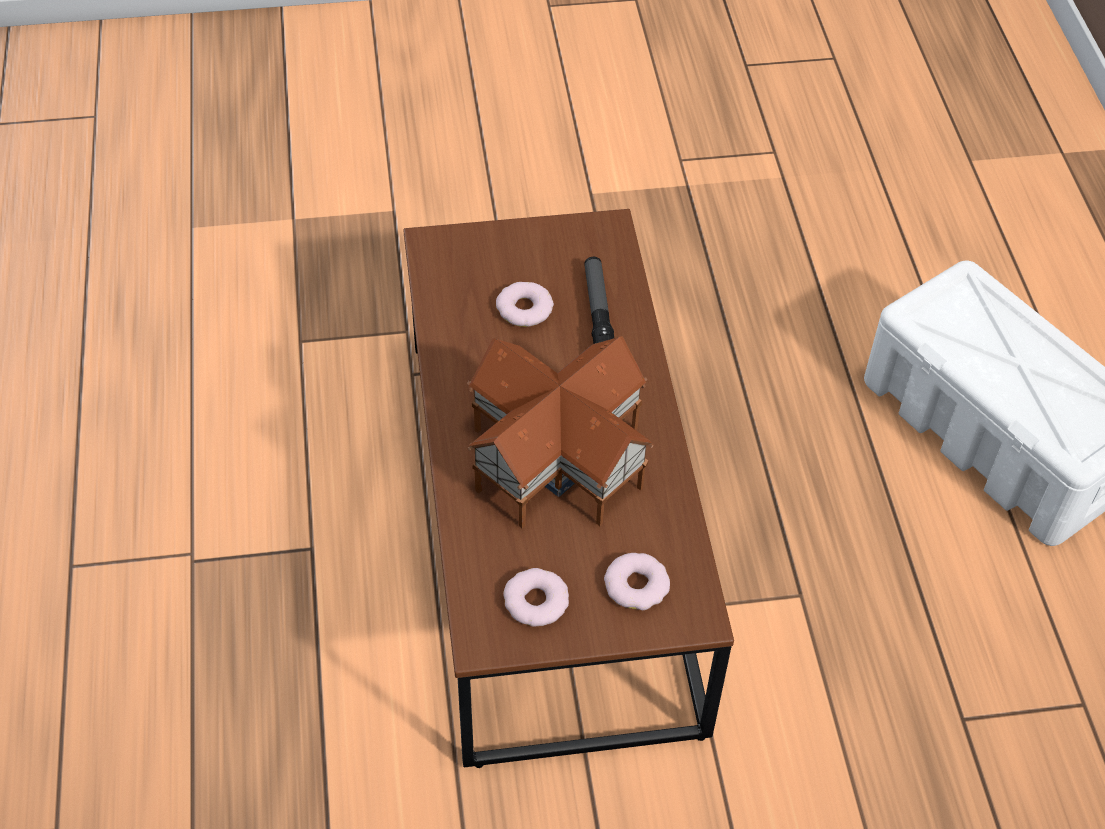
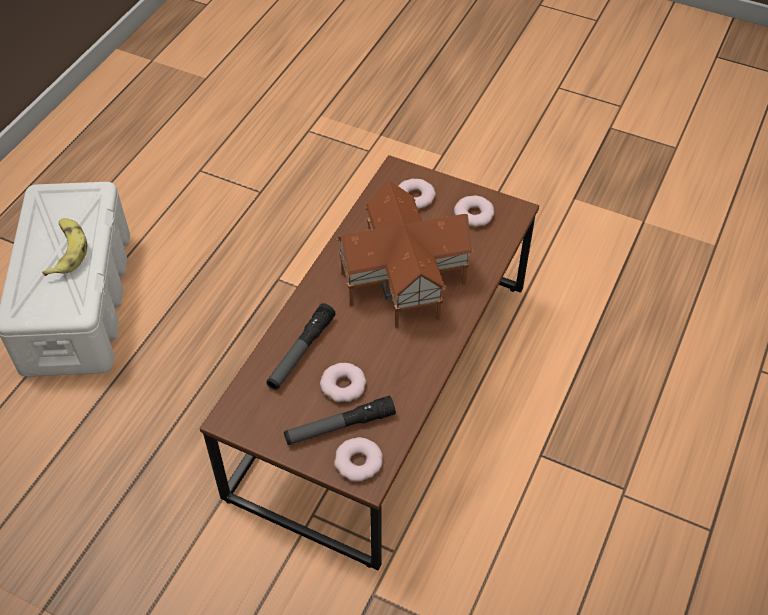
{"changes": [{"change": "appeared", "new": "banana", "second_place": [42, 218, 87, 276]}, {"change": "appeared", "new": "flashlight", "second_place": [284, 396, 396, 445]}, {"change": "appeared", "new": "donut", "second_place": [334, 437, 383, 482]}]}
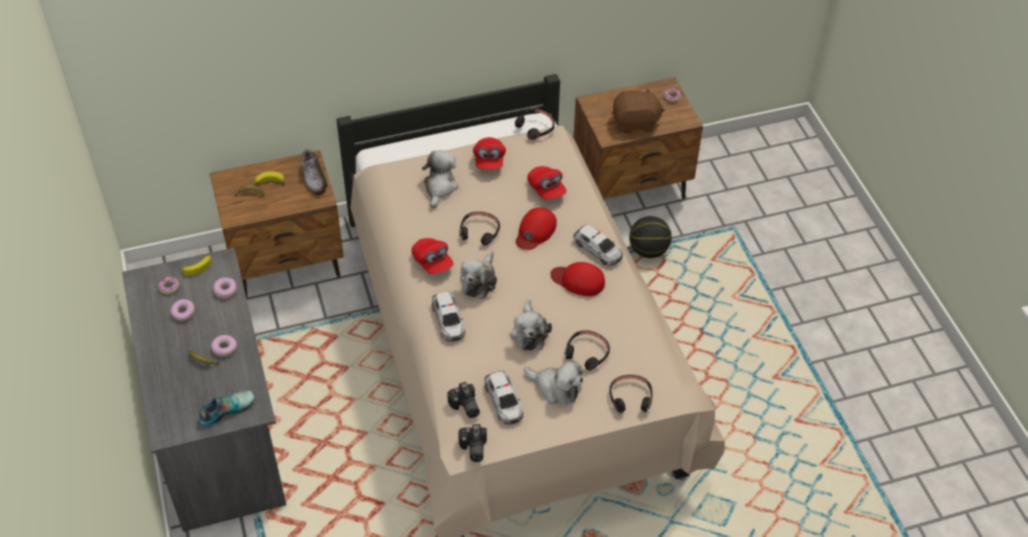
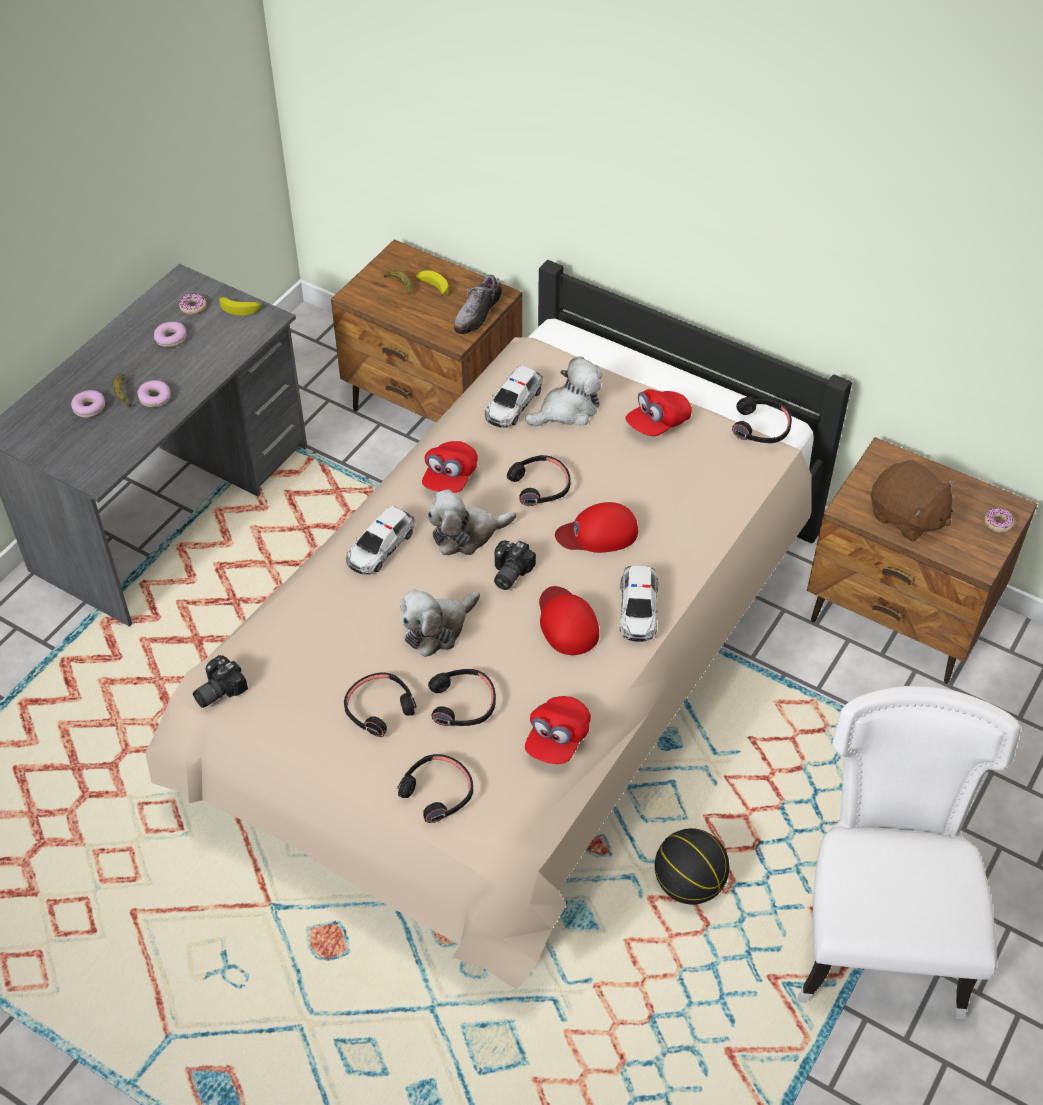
{"changes": [{"change": "relocated", "old": "red cap", "first_place": [527, 166, 567, 199], "second_place": [525, 696, 591, 764]}, {"change": "relocated", "old": "basketball", "first_place": [629, 216, 672, 258], "second_place": [655, 828, 729, 905]}, {"change": "relocated", "old": "donut", "first_place": [213, 277, 237, 298], "second_place": [71, 390, 105, 418]}, {"change": "exchanged", "old": "plush toy", "new": "black headphones", "first_place": [524, 360, 584, 404], "second_place": [344, 673, 416, 737]}, {"change": "relocated", "old": "toy car", "first_place": [484, 371, 524, 425], "second_place": [485, 366, 543, 428]}, {"change": "relocated", "old": "photo camera", "first_place": [447, 382, 480, 418], "second_place": [494, 541, 536, 590]}, {"change": "missing", "old": "shoe", "first_place": [198, 391, 255, 426]}, {"change": "appeared", "new": "white chair", "second_place": [798, 686, 1021, 1019]}]}
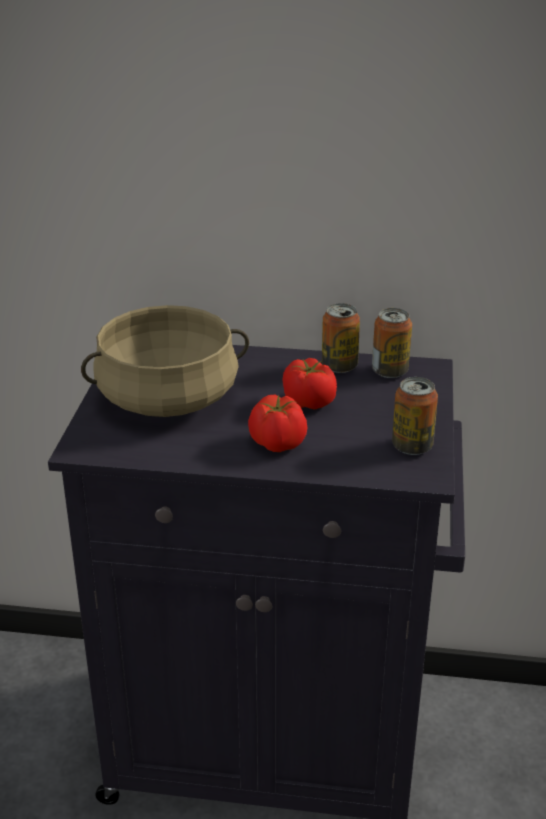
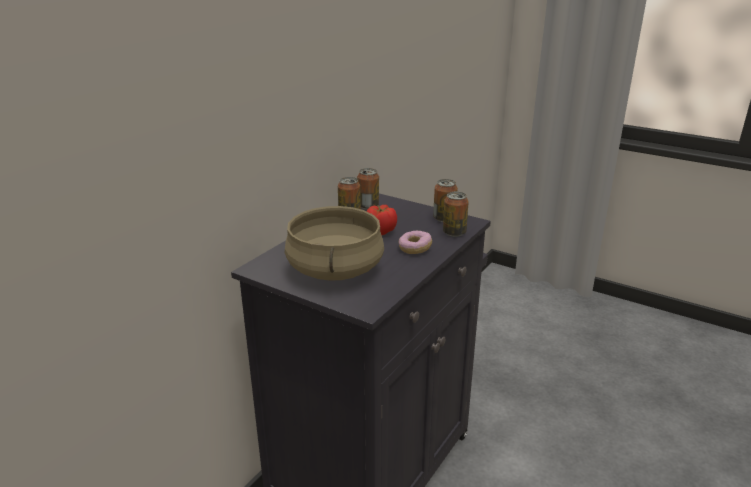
{"changes": [{"change": "exchanged", "old": "tomato", "new": "donut", "first_place": [248, 395, 307, 452], "second_place": [399, 231, 432, 254]}, {"change": "appeared", "new": "can", "second_place": [443, 192, 469, 237]}]}
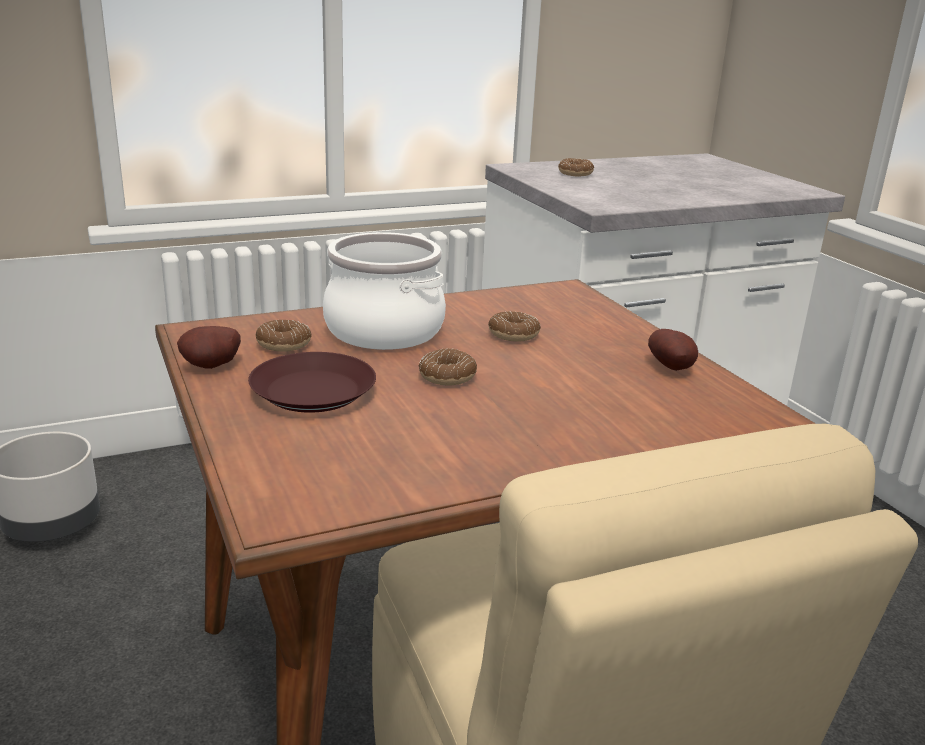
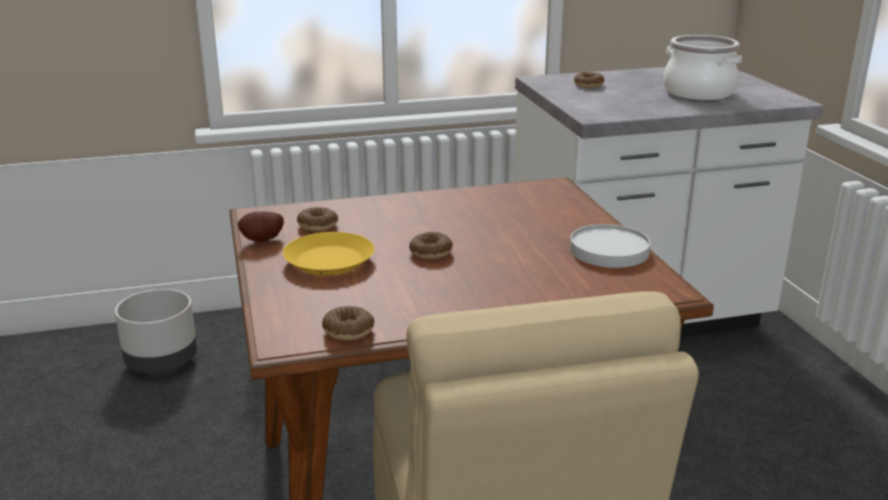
{"changes": [{"change": "relocated", "old": "cooking pot", "first_place": [323, 232, 446, 350], "second_place": [663, 35, 742, 100]}, {"change": "relocated", "old": "donut", "first_place": [488, 311, 541, 342], "second_place": [322, 306, 374, 340]}, {"change": "exchanged", "old": "potato", "new": "white plate", "first_place": [648, 329, 698, 371], "second_place": [570, 224, 651, 268]}, {"change": "colour", "old": "brown plate", "new": "yellow plate", "first_place": [248, 352, 376, 413], "second_place": [283, 232, 375, 275]}]}
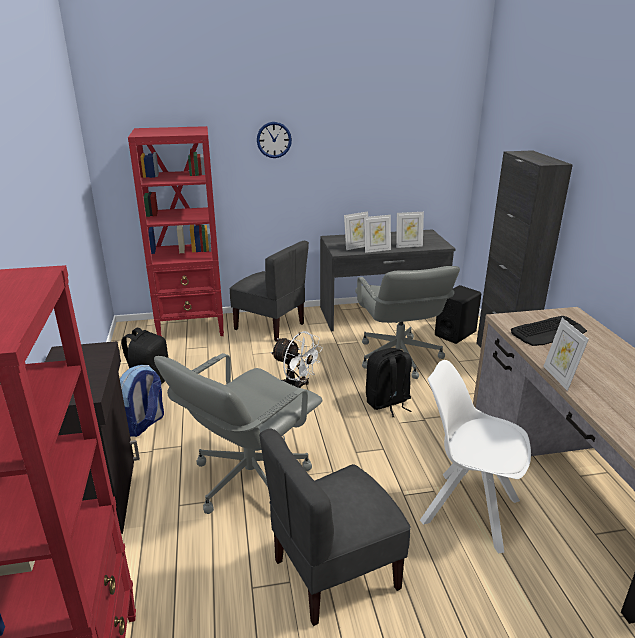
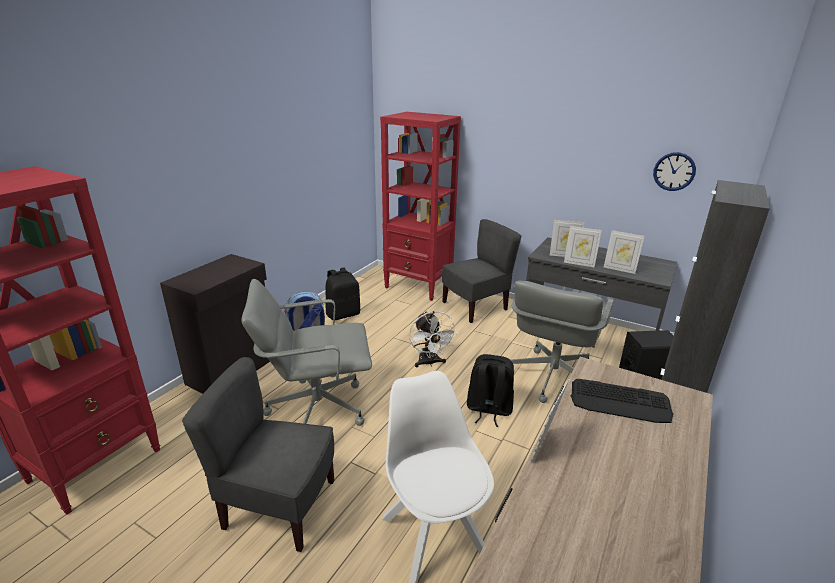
{"changes": [{"change": "relocated", "old": "wall clock", "first_place": [257, 122, 292, 158], "second_place": [653, 152, 696, 191]}, {"change": "spun", "old": "grey chair", "first_place": [229, 241, 309, 342], "second_place": [442, 219, 521, 323], "degrees": -105}]}
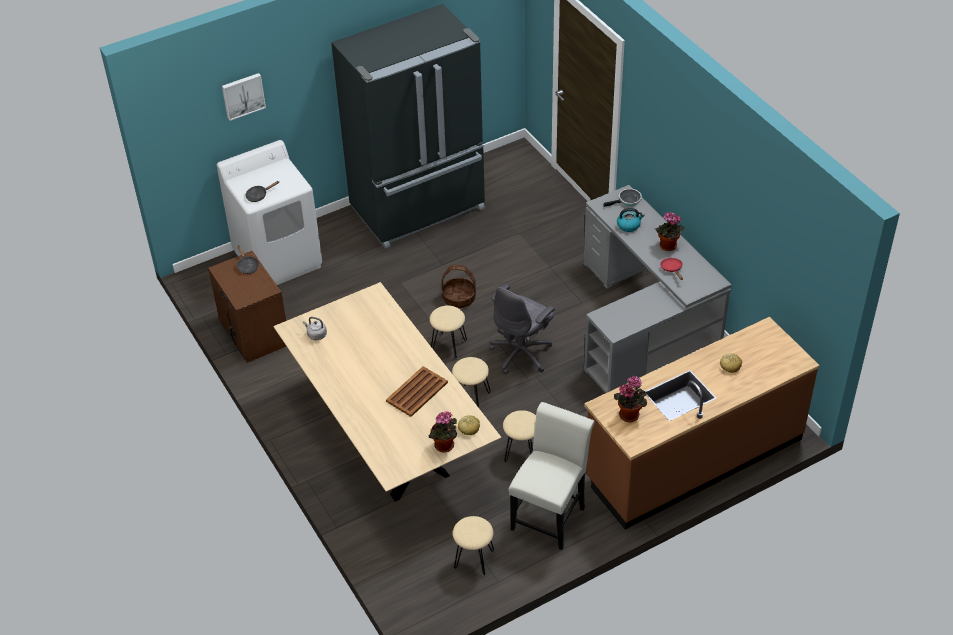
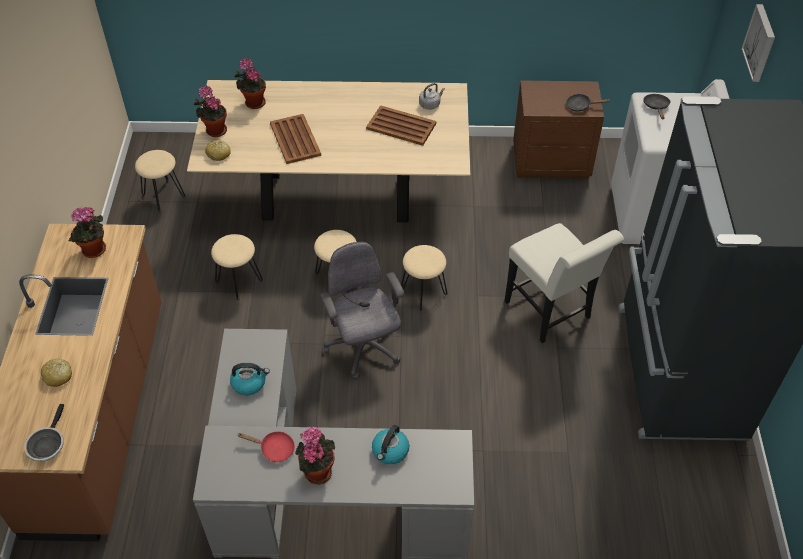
{"changes": [{"change": "relocated", "old": "frying pan", "first_place": [603, 189, 642, 207], "second_place": [24, 404, 64, 462]}, {"change": "missing", "old": "basket", "first_place": [441, 265, 476, 308]}, {"change": "relocated", "old": "white chair", "first_place": [508, 402, 595, 550], "second_place": [504, 223, 624, 343]}, {"change": "appeared", "new": "potted plant", "second_place": [234, 58, 266, 109]}, {"change": "appeared", "new": "brown tray", "second_place": [366, 105, 436, 146]}, {"change": "appeared", "new": "kettle", "second_place": [230, 363, 270, 395]}]}
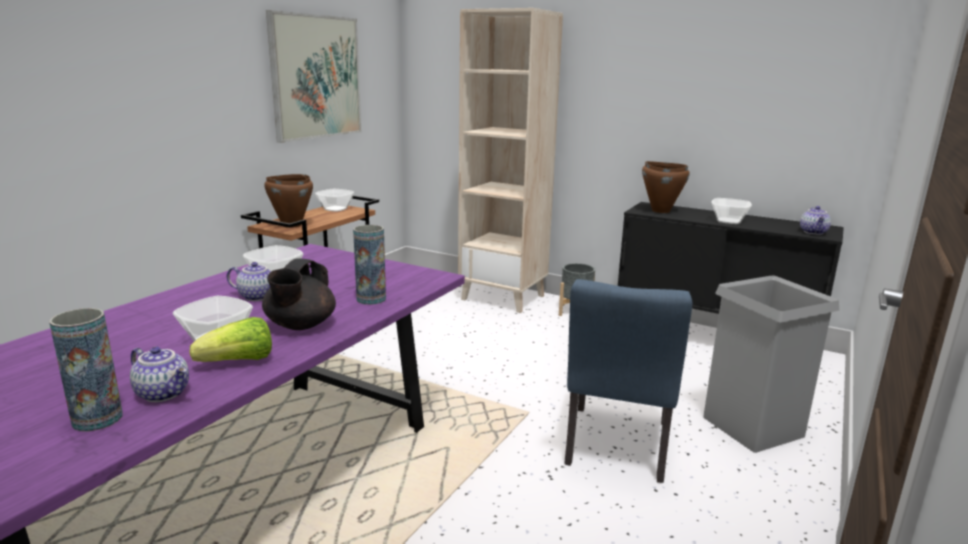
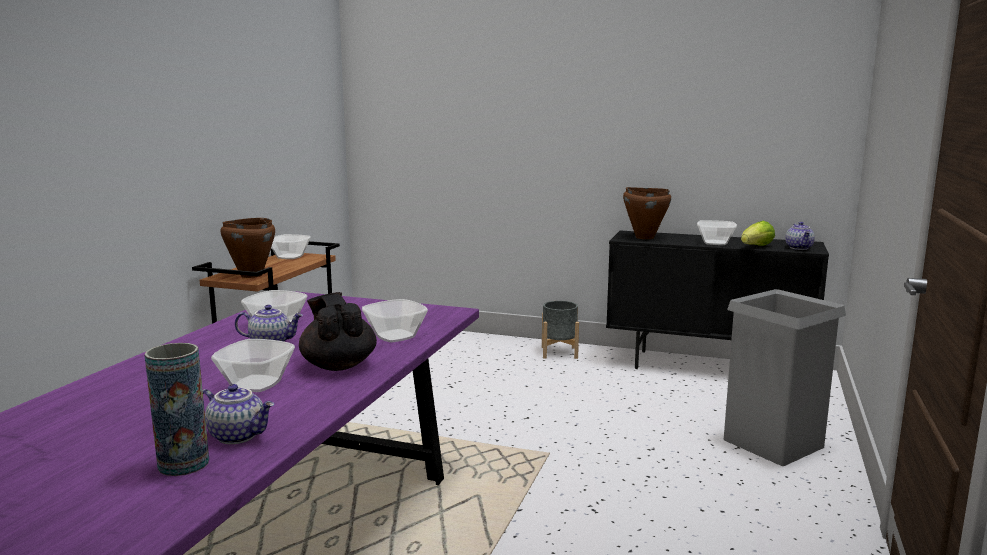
{"changes": [{"change": "missing", "old": "beige bookcase", "first_place": [458, 8, 563, 313]}, {"change": "missing", "old": "picture", "first_place": [266, 10, 361, 143]}, {"change": "exchanged", "old": "vase", "new": "bowl", "first_place": [353, 225, 386, 305], "second_place": [362, 299, 428, 342]}, {"change": "spun", "old": "black teapot", "first_place": [262, 258, 336, 330], "second_place": [299, 292, 377, 371], "degrees": 150}, {"change": "missing", "old": "blue chair", "first_place": [564, 279, 692, 483]}, {"change": "relocated", "old": "lettuce", "first_place": [189, 317, 272, 362], "second_place": [741, 221, 775, 246]}]}
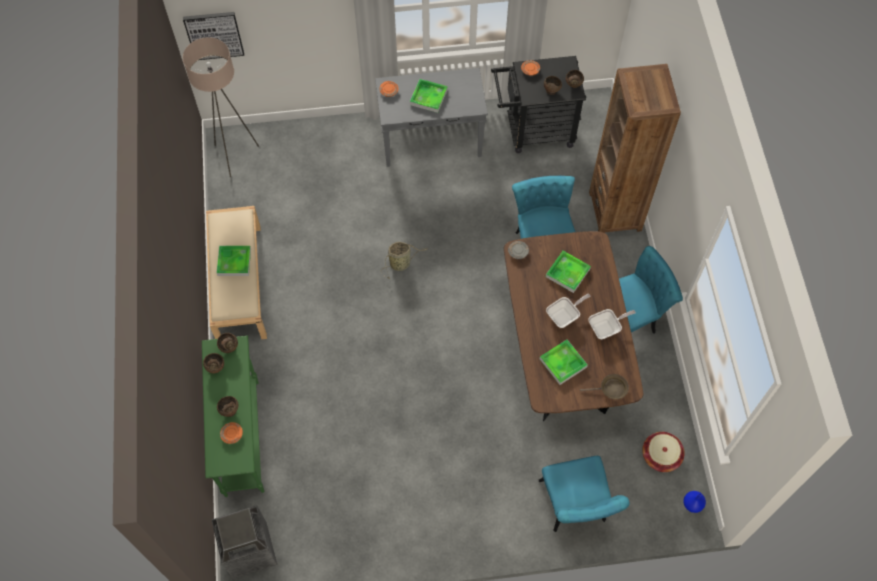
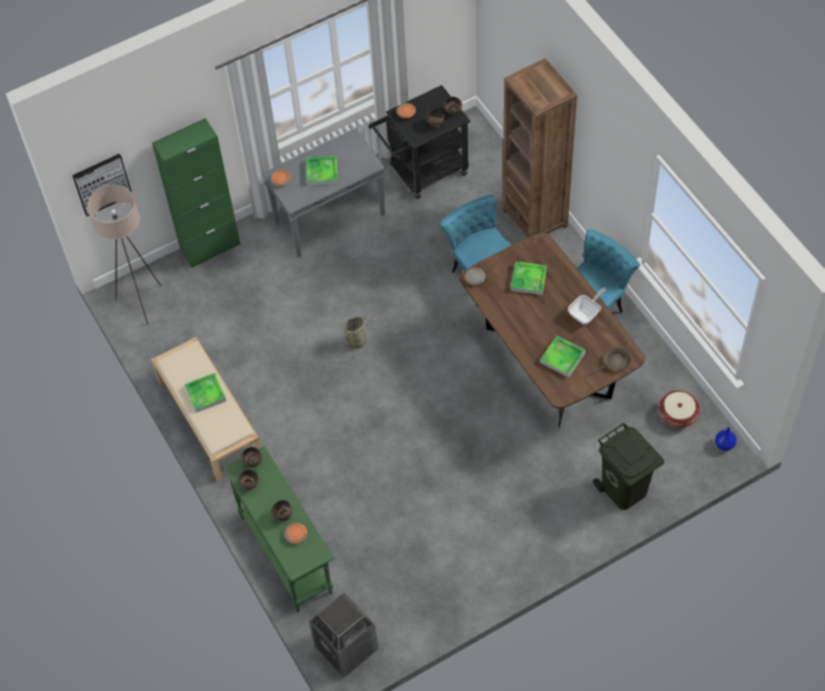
{"changes": [{"change": "missing", "old": "frying pan", "first_place": [546, 294, 590, 328]}, {"change": "exchanged", "old": "turquoise chair", "new": "green trash can", "first_place": [539, 456, 630, 532], "second_place": [593, 423, 664, 510]}, {"change": "appeared", "new": "green cabinet", "second_place": [152, 118, 240, 268]}]}
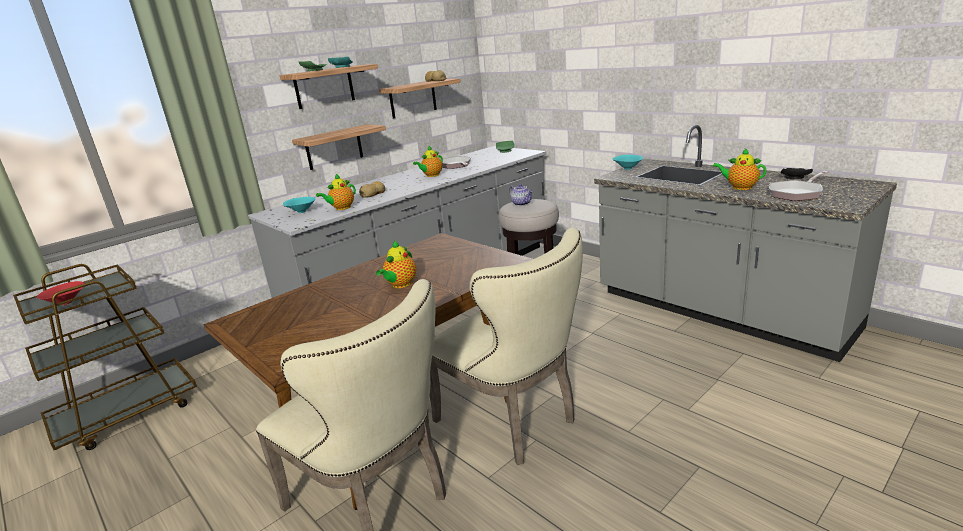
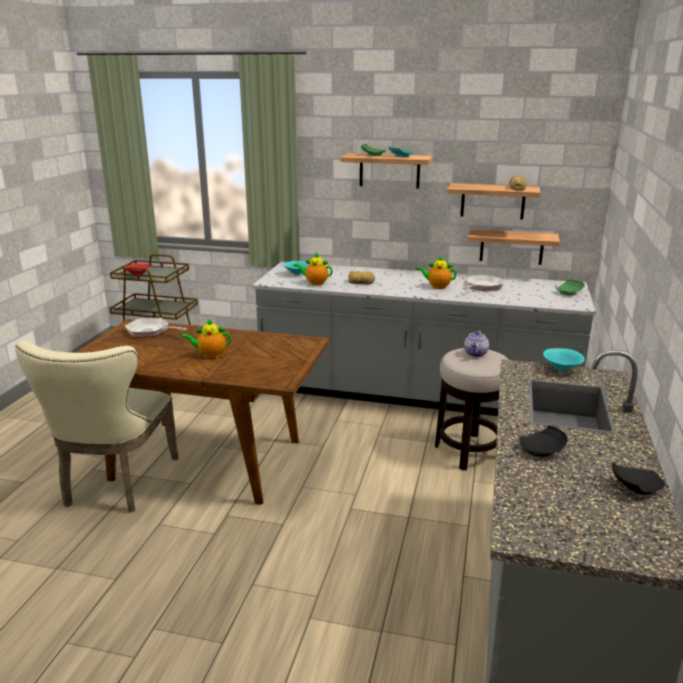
{"changes": [{"change": "relocated", "old": "shelf", "first_place": [292, 124, 386, 170], "second_place": [467, 229, 560, 265]}, {"change": "exchanged", "old": "teapot", "new": "black plate", "first_place": [712, 148, 766, 190], "second_place": [519, 425, 568, 457]}, {"change": "relocated", "old": "frying pan", "first_place": [769, 171, 829, 201], "second_place": [125, 318, 188, 337]}, {"change": "missing", "old": "beige chair", "first_place": [430, 228, 583, 465]}]}
